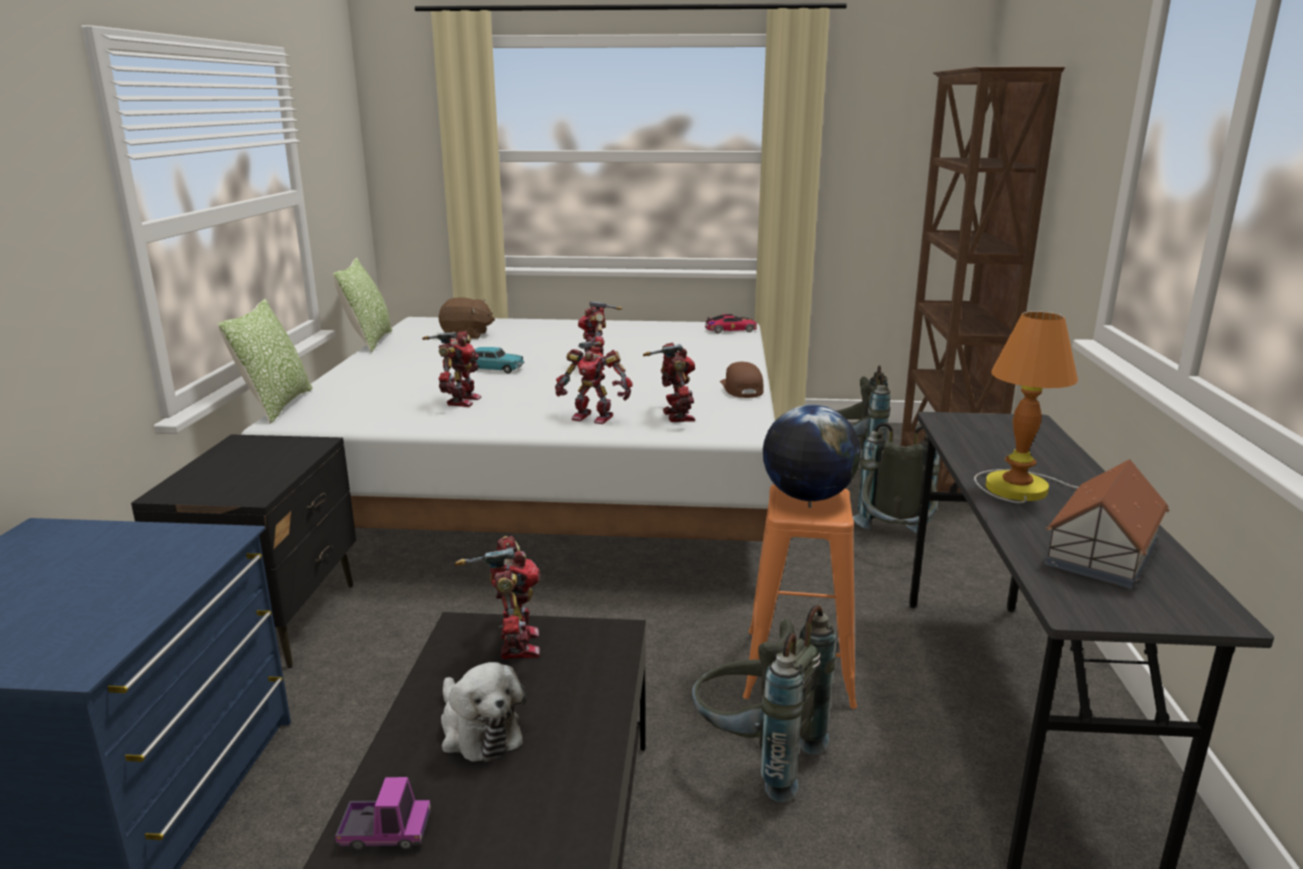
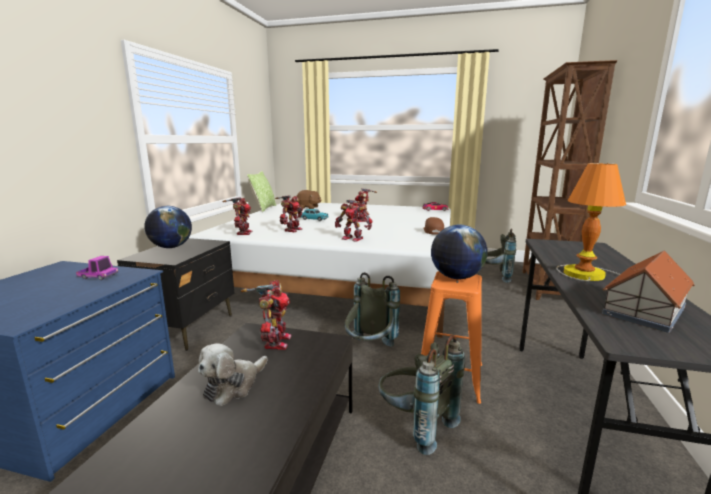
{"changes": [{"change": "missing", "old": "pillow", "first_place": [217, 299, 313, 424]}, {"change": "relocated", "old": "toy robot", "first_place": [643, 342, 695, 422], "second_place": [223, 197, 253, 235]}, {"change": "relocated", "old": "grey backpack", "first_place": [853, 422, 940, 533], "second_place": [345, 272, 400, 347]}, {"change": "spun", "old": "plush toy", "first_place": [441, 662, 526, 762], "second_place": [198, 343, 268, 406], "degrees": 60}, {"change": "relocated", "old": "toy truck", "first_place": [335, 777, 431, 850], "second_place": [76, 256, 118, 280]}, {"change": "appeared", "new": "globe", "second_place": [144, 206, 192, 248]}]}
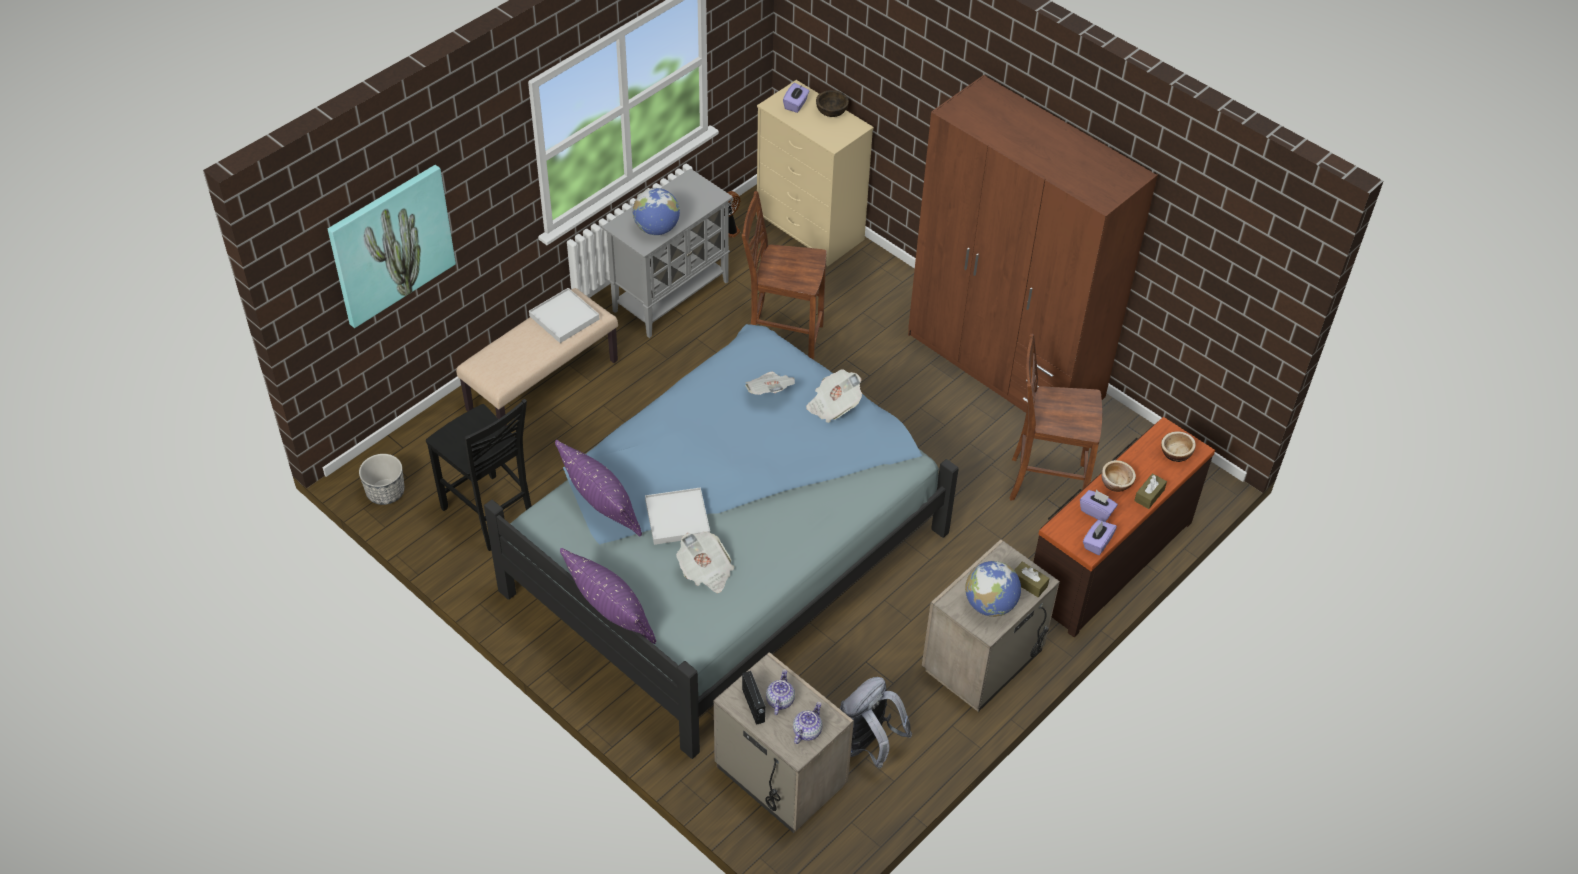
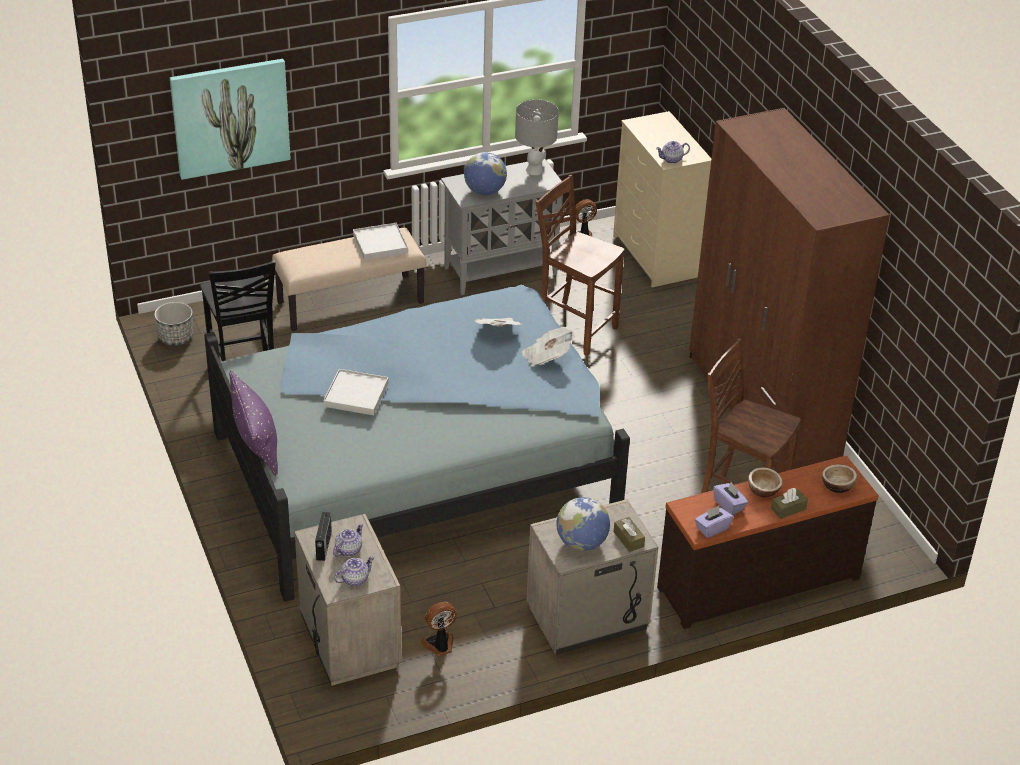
{"changes": [{"change": "missing", "old": "purple tissue box", "first_place": [783, 83, 809, 113]}, {"change": "missing", "old": "brown bowl", "first_place": [816, 90, 849, 117]}, {"change": "missing", "old": "purple pillow", "first_place": [555, 440, 642, 536]}, {"change": "missing", "old": "newspaper", "first_place": [676, 532, 735, 593]}, {"change": "exchanged", "old": "grey backpack", "new": "fan", "first_place": [840, 677, 912, 769], "second_place": [421, 602, 457, 656]}, {"change": "appeared", "new": "grey table lamp", "second_place": [515, 99, 559, 175]}, {"change": "appeared", "new": "teapot", "second_place": [656, 141, 690, 164]}]}
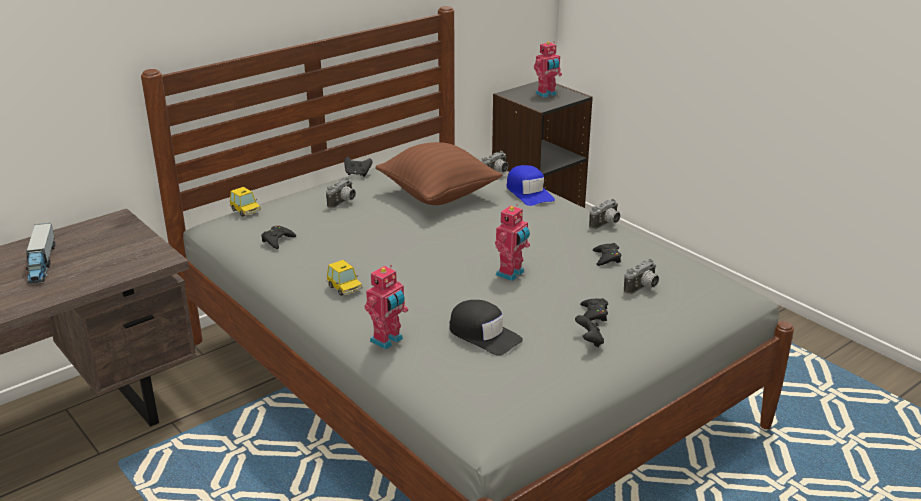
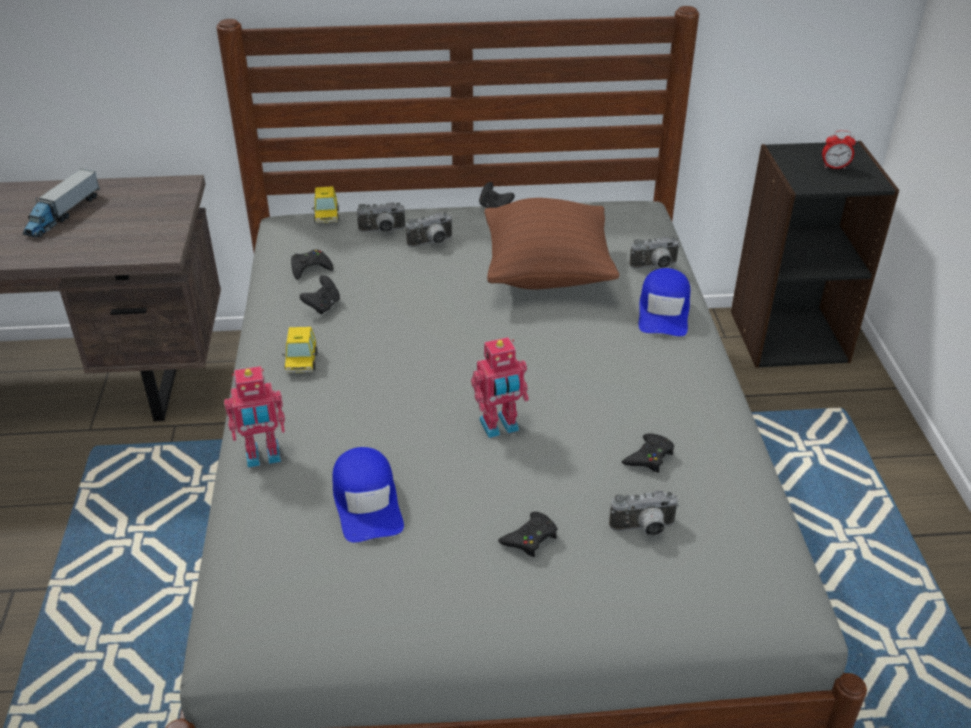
{"changes": [{"change": "exchanged", "old": "toy robot", "new": "alarm clock", "first_place": [534, 41, 562, 98], "second_place": [822, 130, 856, 169]}, {"change": "relocated", "old": "photo camera", "first_place": [589, 199, 621, 229], "second_place": [357, 203, 405, 232]}, {"change": "colour", "old": "black cap", "new": "blue cap", "first_place": [449, 300, 523, 356], "second_place": [332, 447, 404, 543]}, {"change": "relocated", "old": "black game controller", "first_place": [575, 315, 604, 347], "second_place": [300, 275, 340, 314]}]}
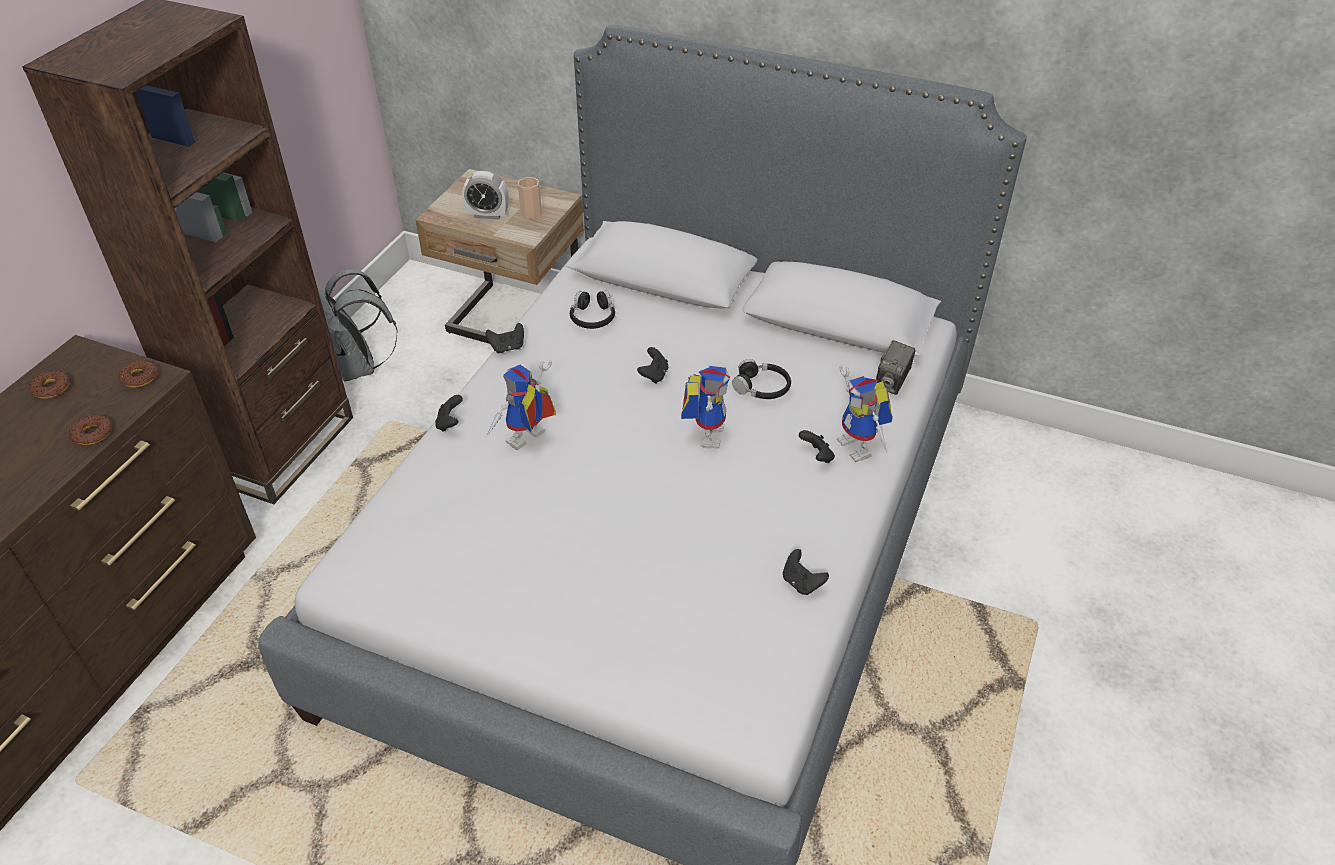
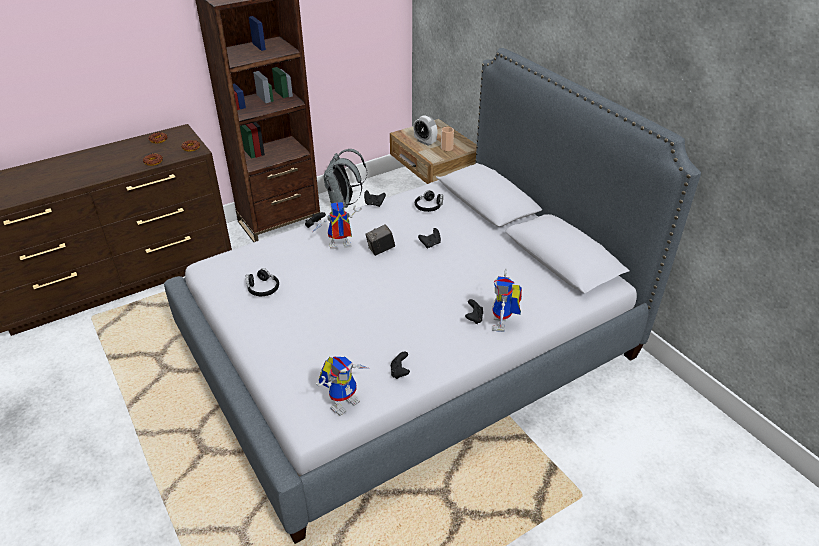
{"changes": [{"change": "relocated", "old": "photo camera", "first_place": [876, 340, 916, 395], "second_place": [366, 224, 395, 256]}, {"change": "relocated", "old": "black headphones", "first_place": [732, 359, 791, 399], "second_place": [246, 268, 279, 296]}, {"change": "relocated", "old": "toy robot", "first_place": [681, 366, 730, 449], "second_place": [316, 356, 368, 416]}]}
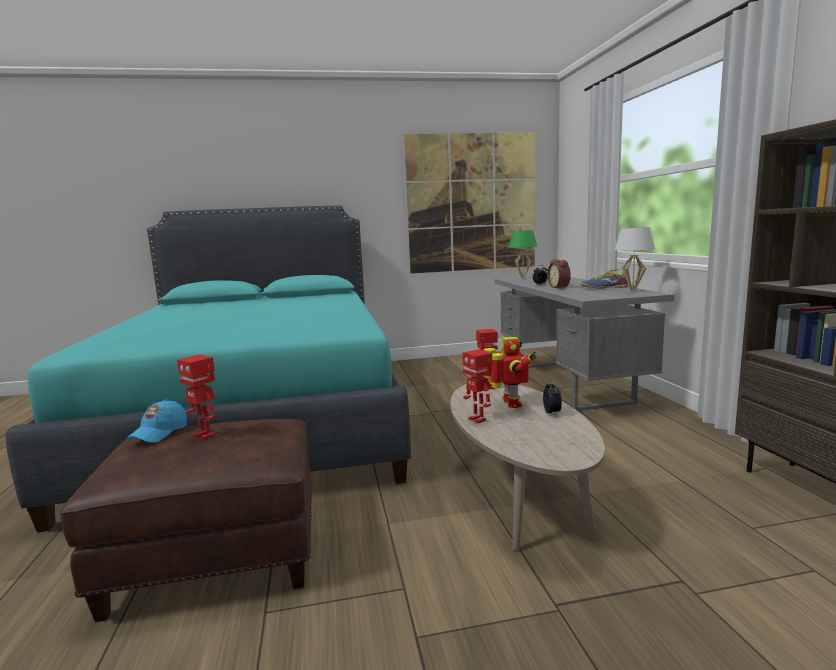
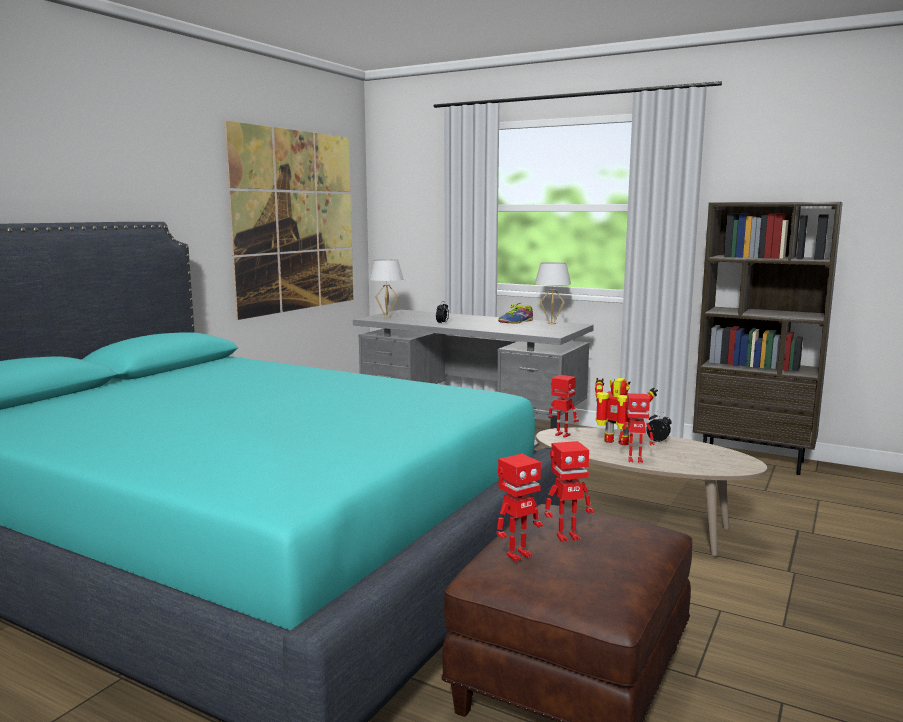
{"changes": [{"change": "colour", "old": "green table lamp", "new": "white table lamp", "first_place": [509, 230, 538, 279], "second_place": [369, 259, 403, 318]}, {"change": "missing", "old": "alarm clock", "first_place": [547, 259, 571, 289]}, {"change": "exchanged", "old": "blue cap", "new": "toy robot", "first_place": [126, 400, 187, 442], "second_place": [497, 454, 543, 562]}]}
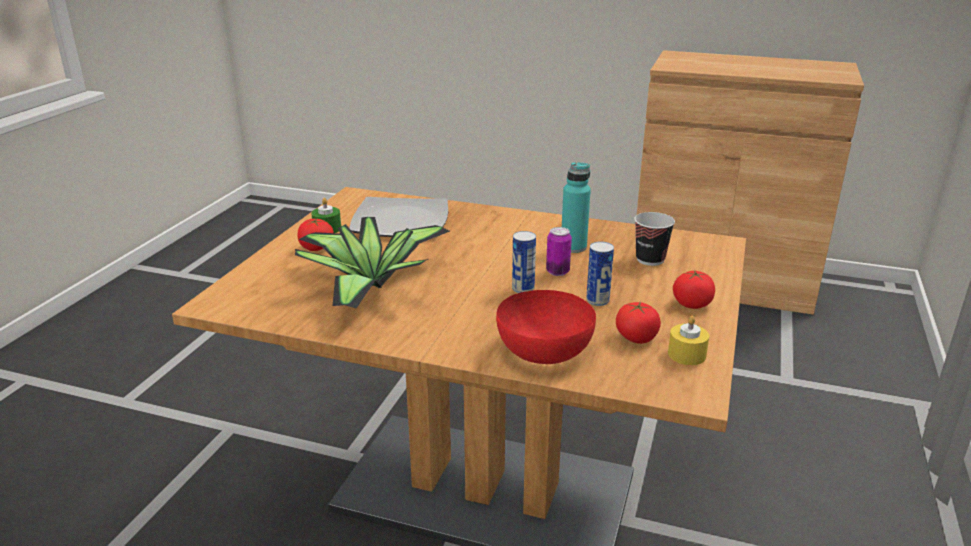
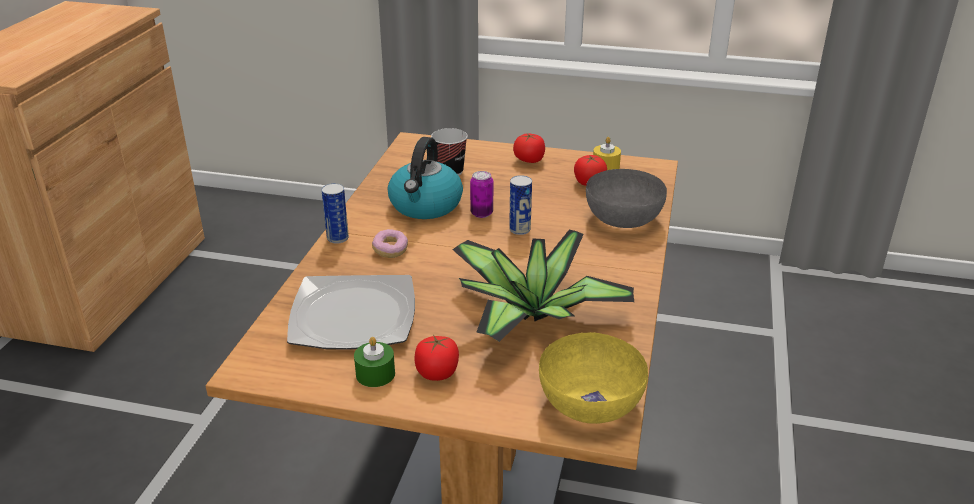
{"changes": [{"change": "exchanged", "old": "turquoise bottle", "new": "kettle", "first_place": [562, 162, 591, 253], "second_place": [388, 137, 463, 219]}, {"change": "relocated", "old": "can", "first_place": [586, 241, 614, 306], "second_place": [321, 183, 349, 244]}, {"change": "colour", "old": "red bowl", "new": "grey bowl", "first_place": [496, 290, 596, 364], "second_place": [586, 169, 667, 228]}, {"change": "appeared", "new": "donut", "second_place": [372, 229, 408, 258]}, {"change": "appeared", "new": "yellow bowl", "second_place": [539, 332, 648, 424]}]}
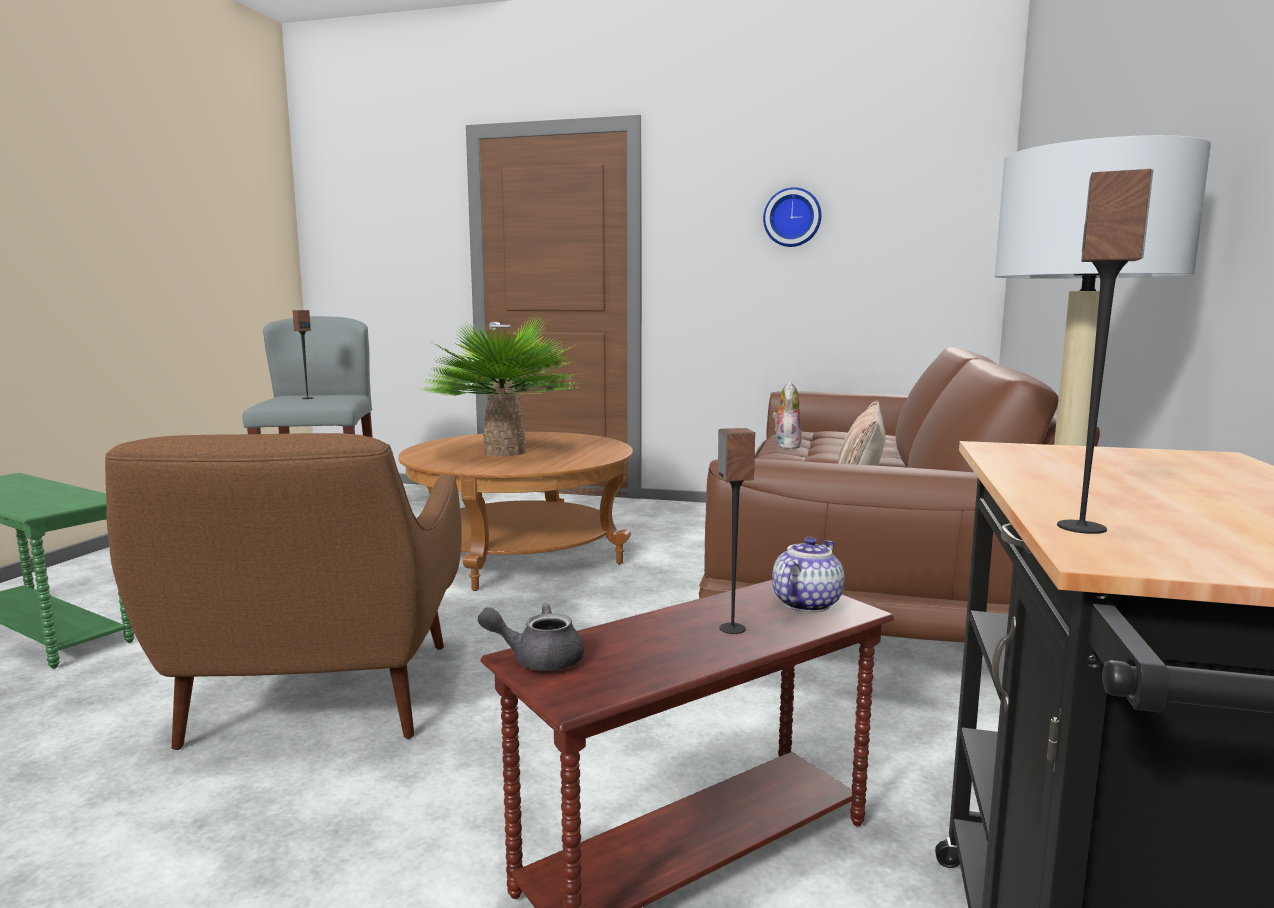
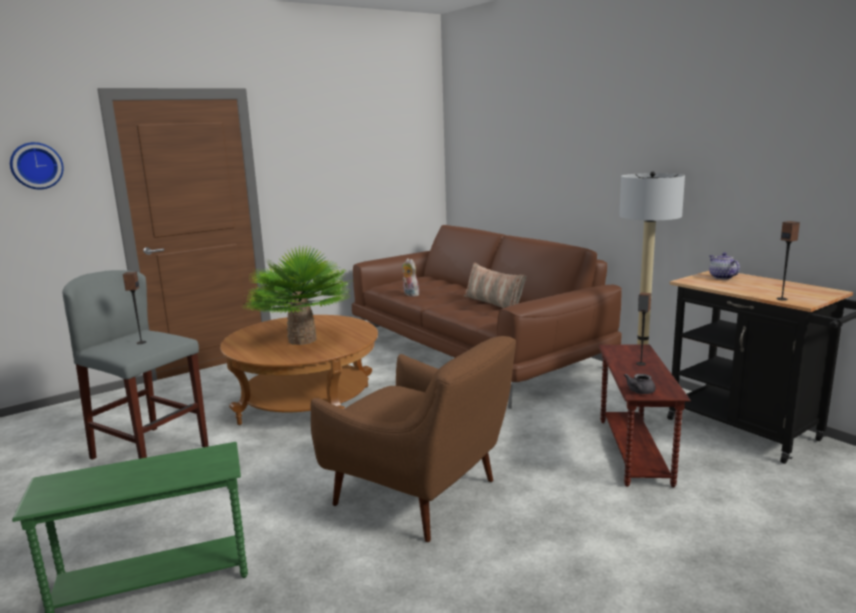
{"changes": [{"change": "relocated", "old": "wall clock", "first_place": [763, 187, 821, 247], "second_place": [10, 142, 64, 189]}, {"change": "relocated", "old": "teapot", "first_place": [772, 537, 845, 612], "second_place": [709, 253, 740, 279]}]}
